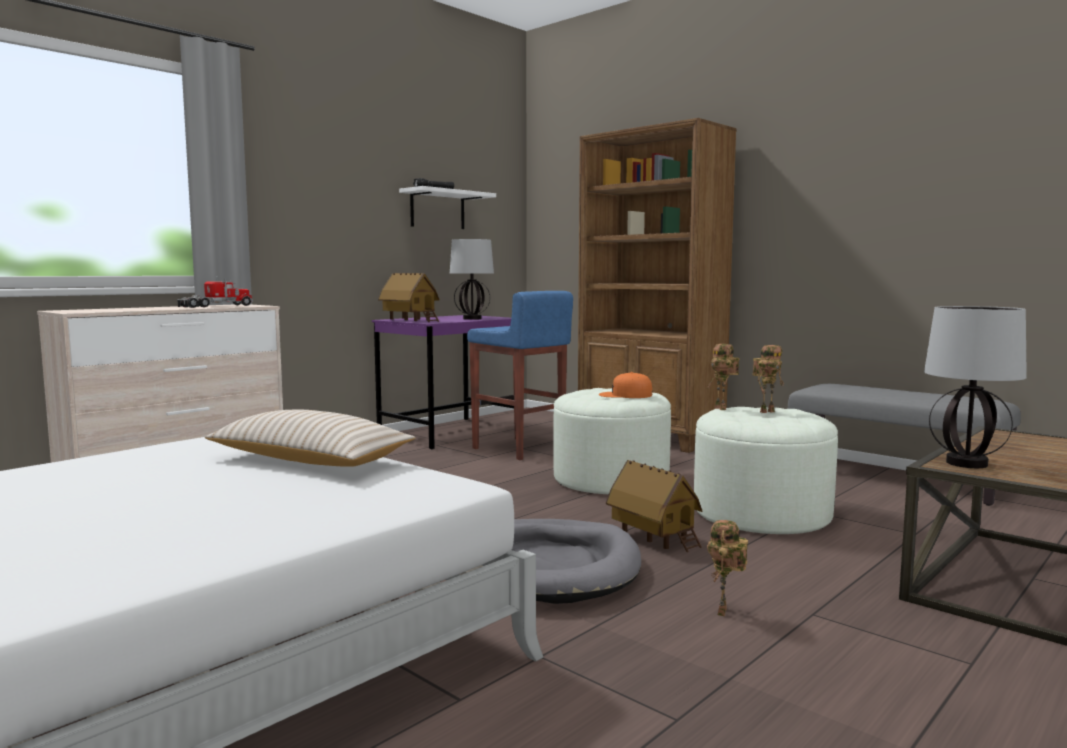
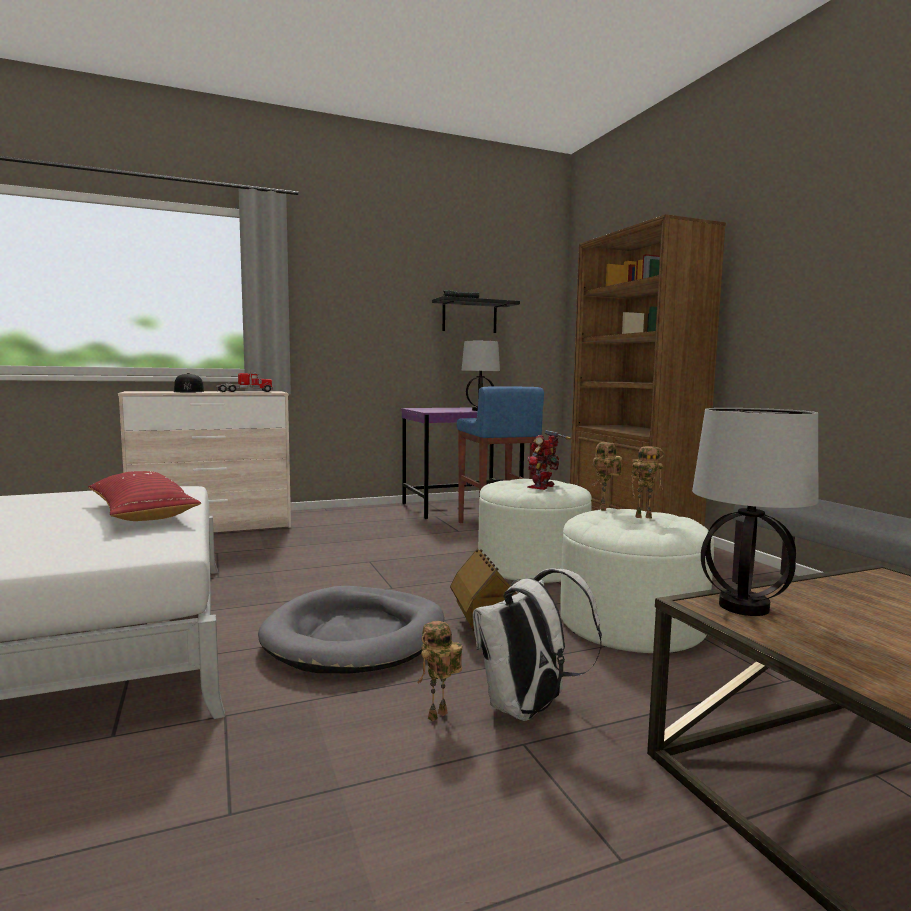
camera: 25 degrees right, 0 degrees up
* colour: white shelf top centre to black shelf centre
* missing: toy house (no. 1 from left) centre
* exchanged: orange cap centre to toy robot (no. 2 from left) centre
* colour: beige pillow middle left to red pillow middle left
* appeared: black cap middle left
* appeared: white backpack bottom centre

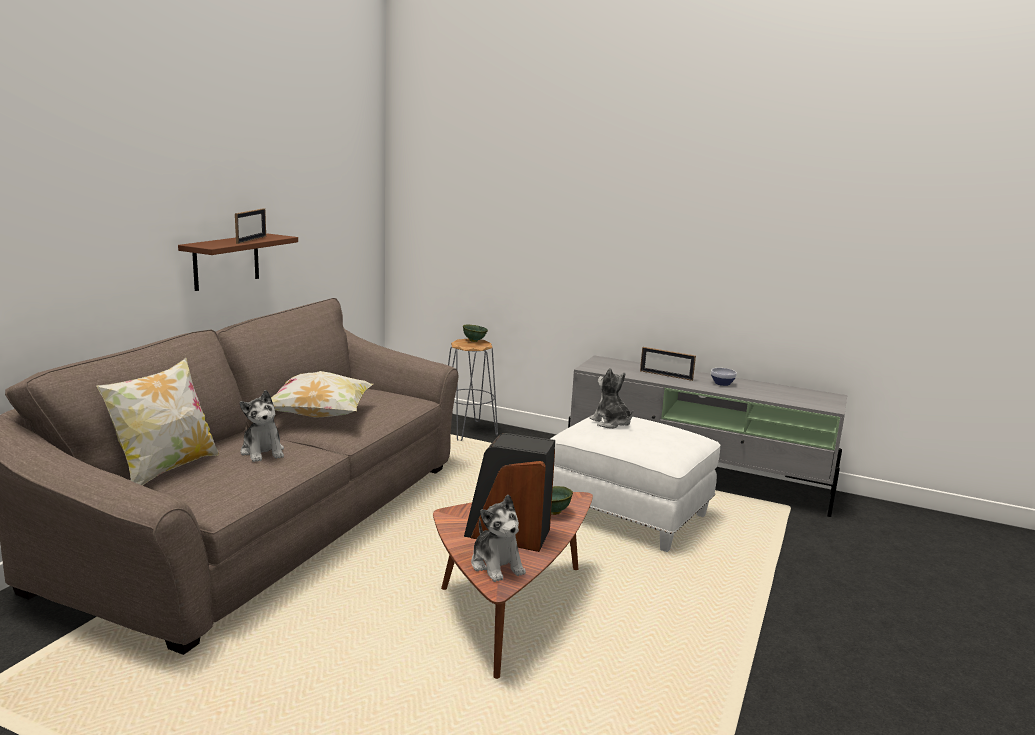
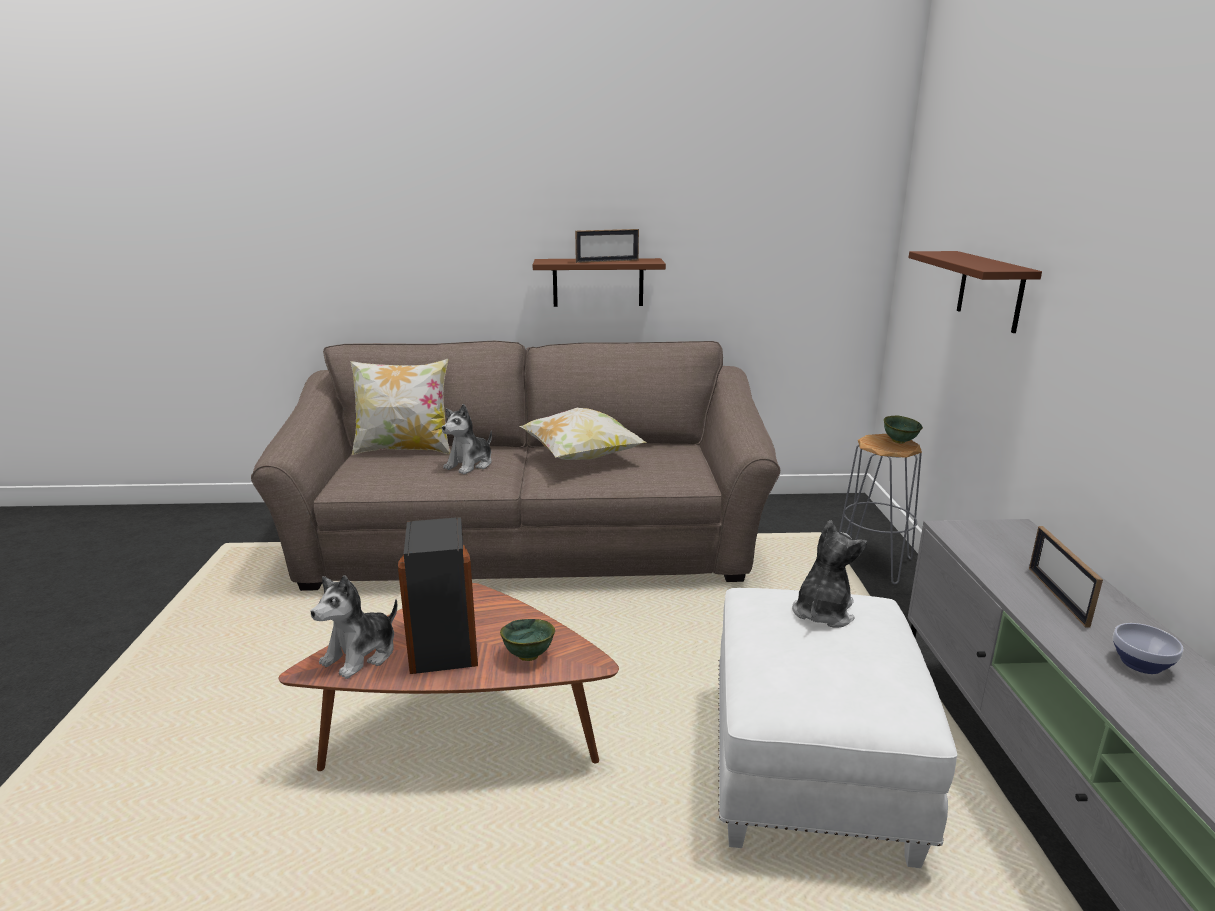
camera: 65 degrees right, 5 degrees up
* appeared: brown shelf (no. 2 from left) top right

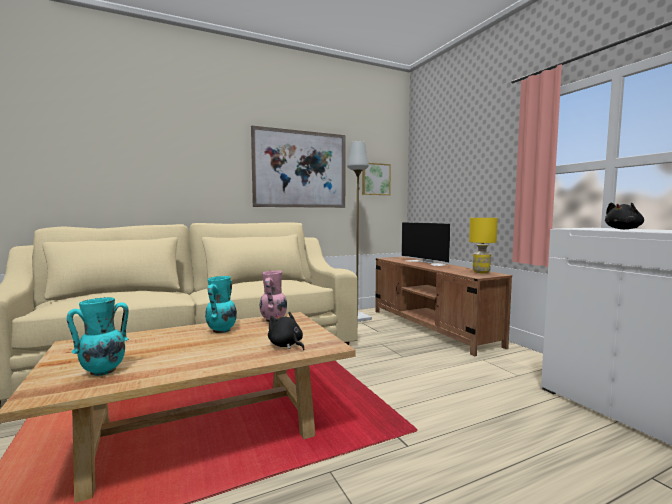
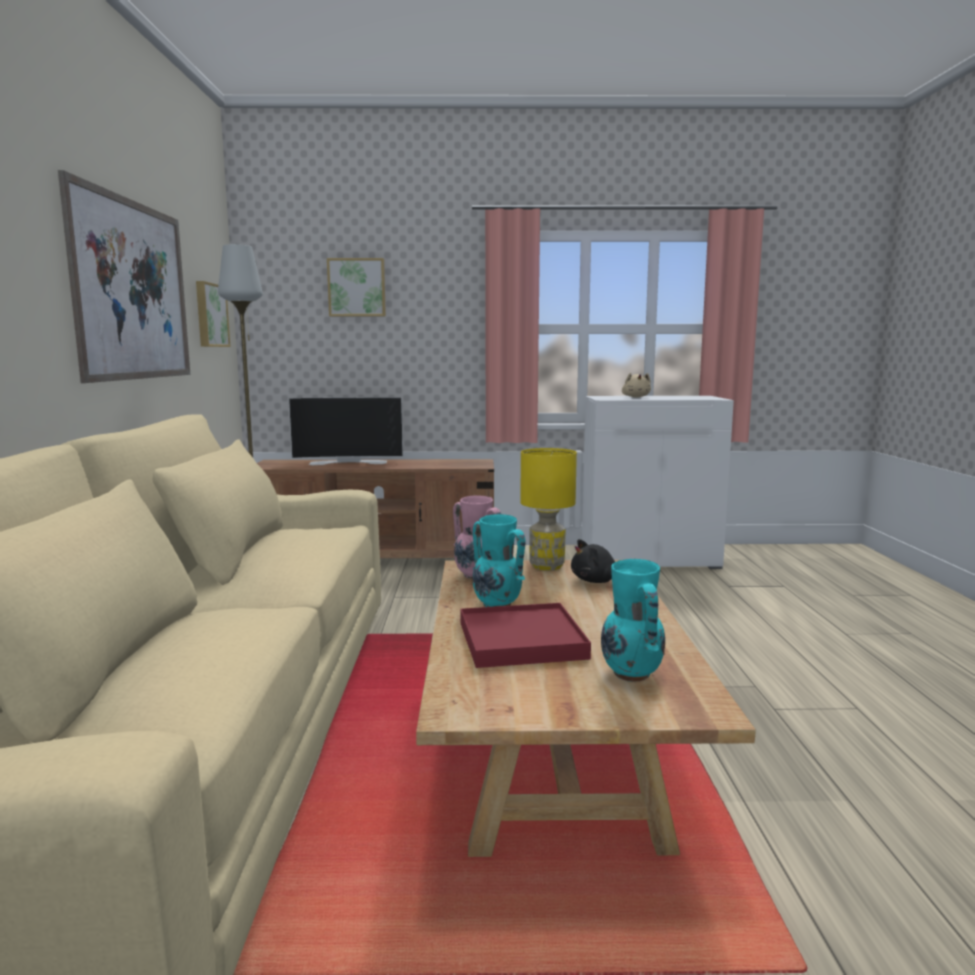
camera: 65 degrees left, 5 degrees up
* colour: black plush toy (no. 2 from left) middle right to beige plush toy centre
* relocated: yellow table lamp middle right to centre
* appeared: picture (no. 3 from left) top centre
* appeared: red tray centre

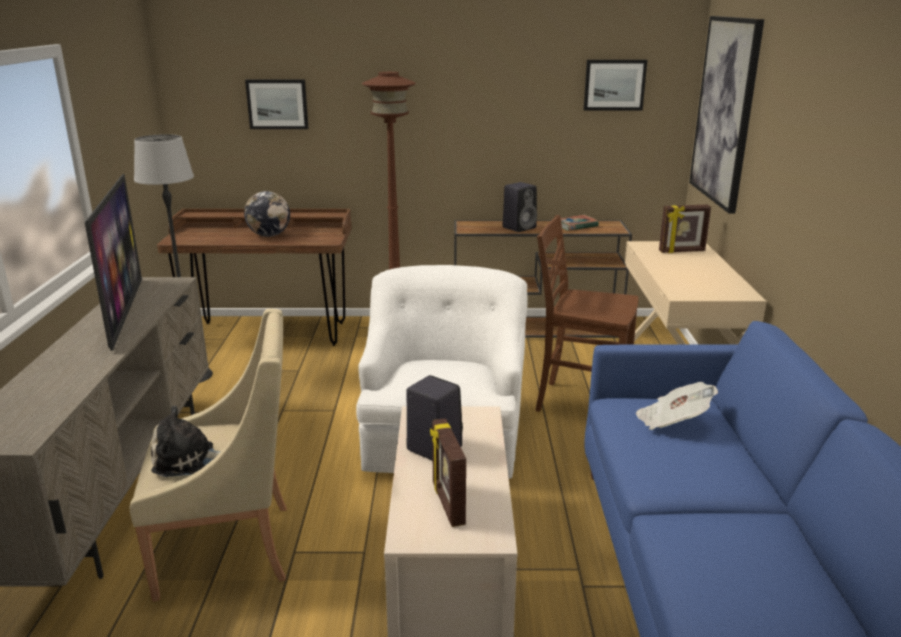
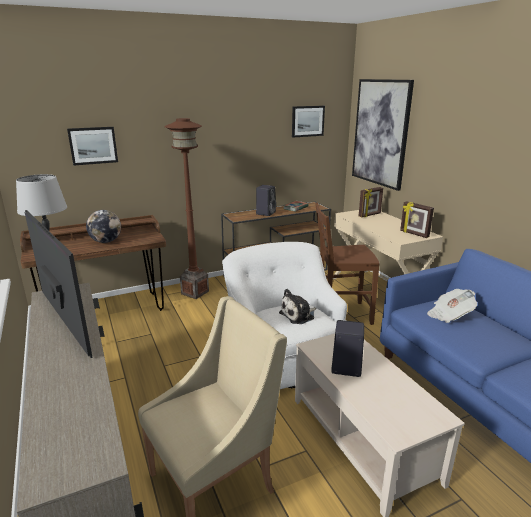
camera: 25 degrees left, 0 degrees up
* relocated: plush toy bottom left to centre
* relocated: picture frame (no. 1 from left in the first image) bottom centre to picture frame (no. 2 from left) middle right

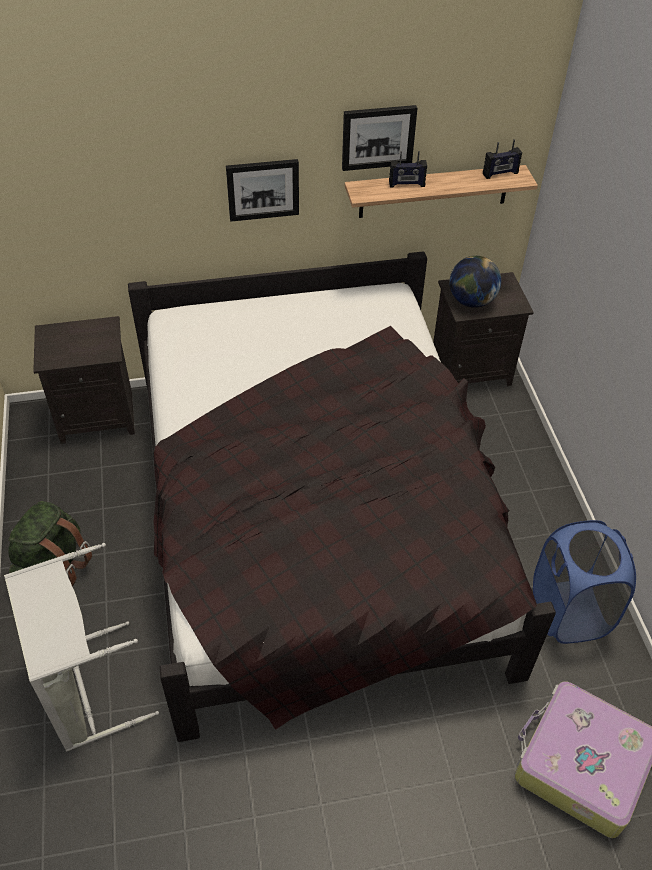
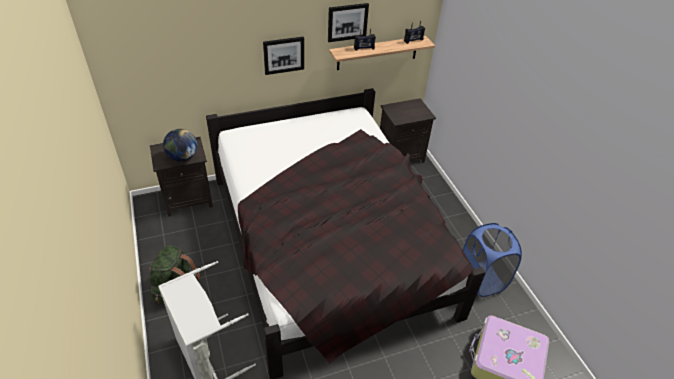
camera: 10 degrees left, 5 degrees down
* relocated: globe top right to middle left

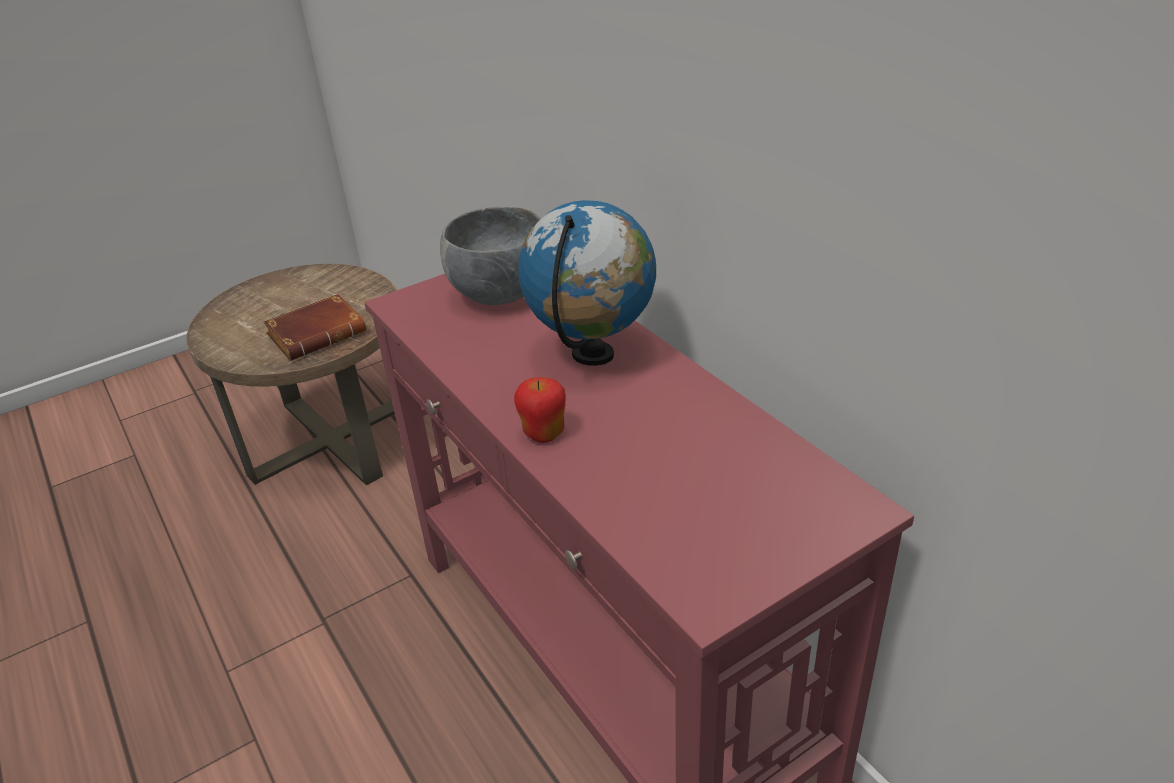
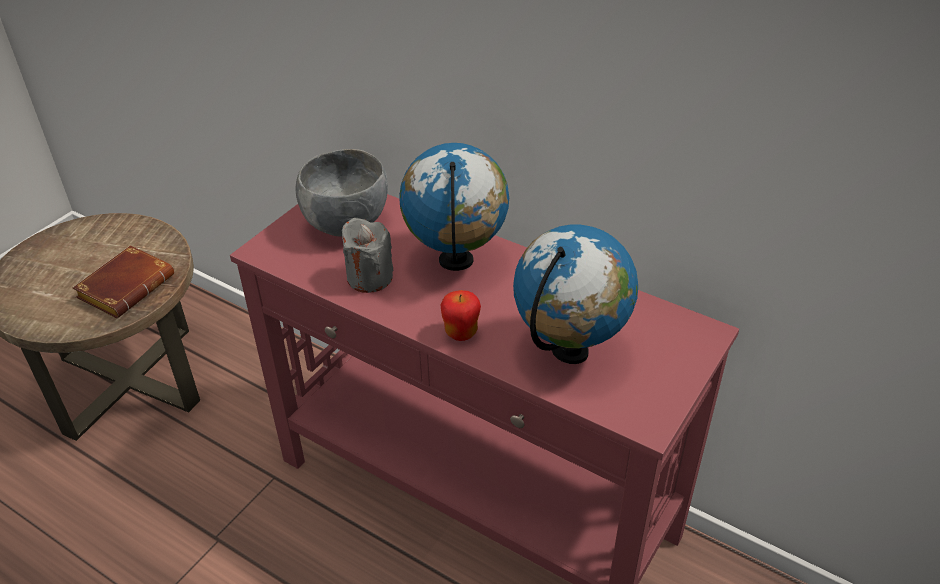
camera: 25 degrees left, 5 degrees up
* appeared: grey candle centre
* appeared: globe (no. 2 from left) centre

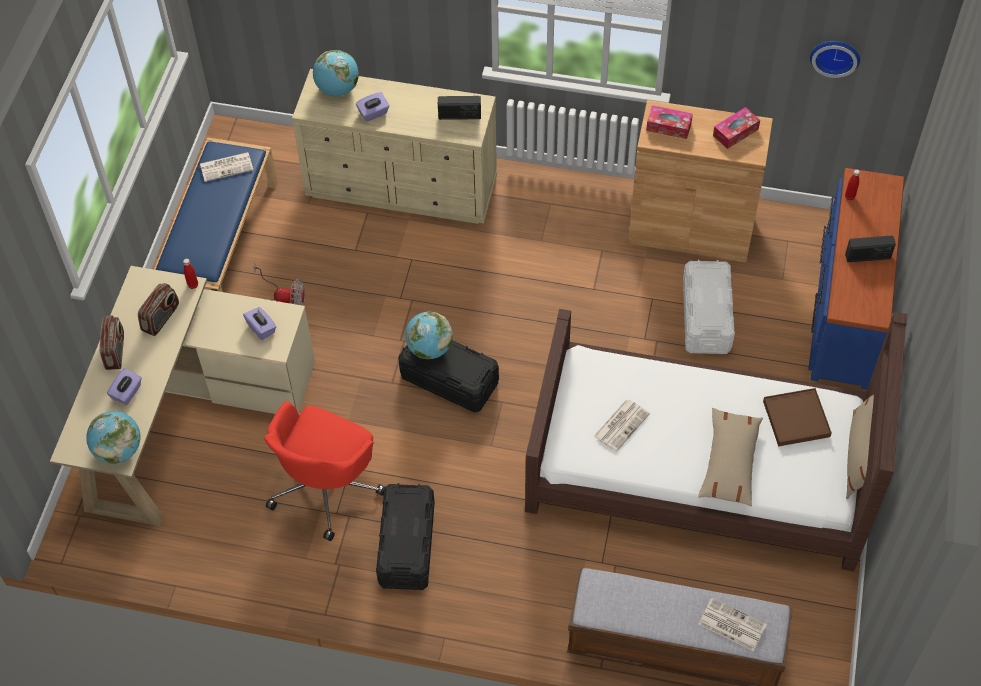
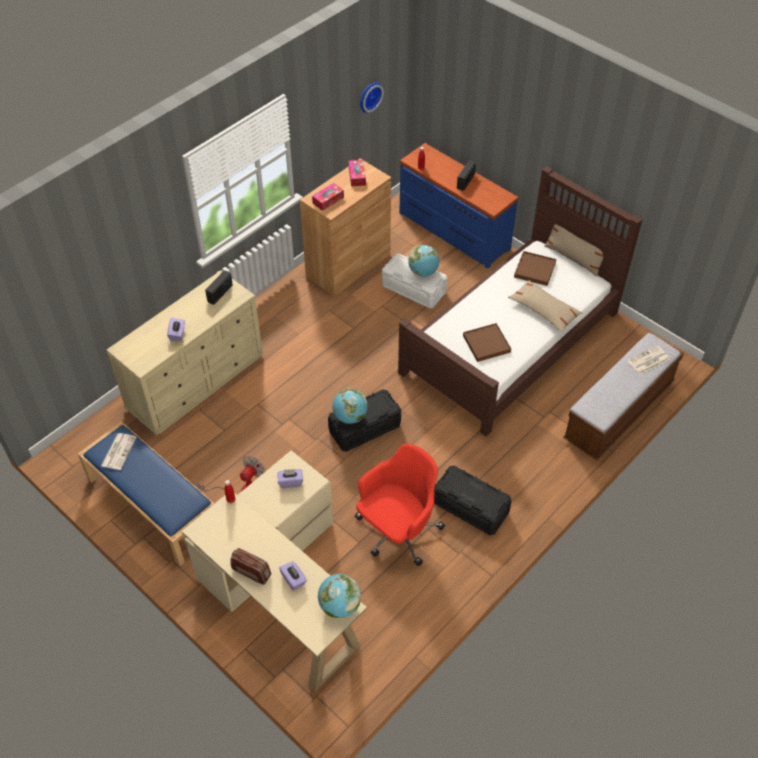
camera: 60 degrees left, 5 degrees down
* relocated: globe (no. 2 from left in the first image) top centre to globe (no. 3 from left) centre
* missing: radio (no. 2 from left) middle left
* exchanged: newspaper (no. 2 from left) centre to brown tray (no. 1 from left) centre
* spun: red office chair bottom left = centre 105 degrees counterclockwise

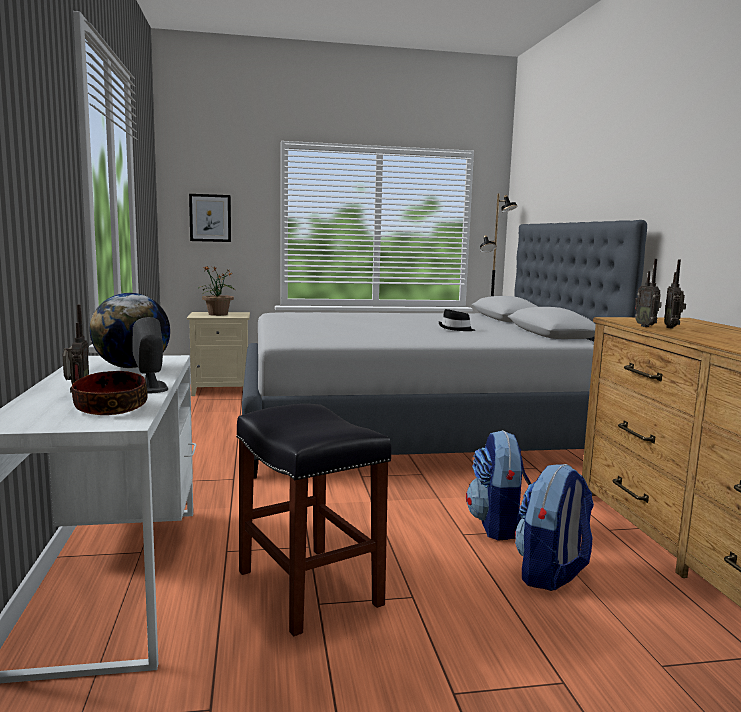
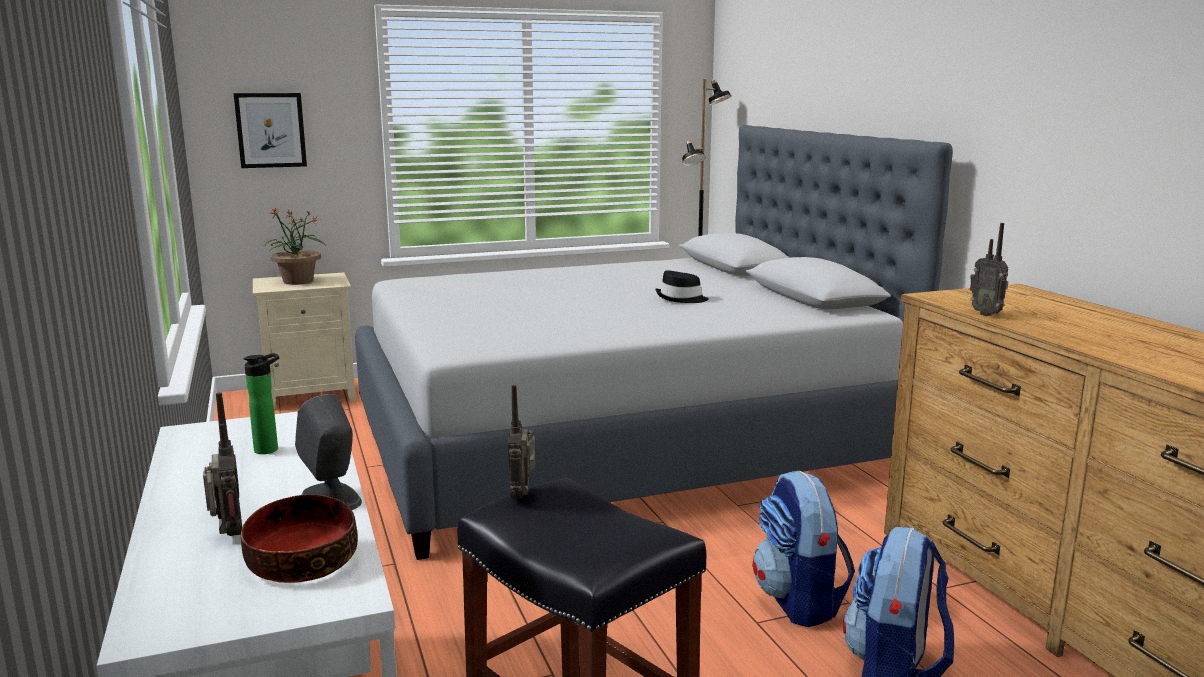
camera: 10 degrees left, 5 degrees up
* relocated: radio (no. 3 from left in the first image) middle right to radio (no. 2 from left) centre
* exchanged: globe middle left to bottle middle left

